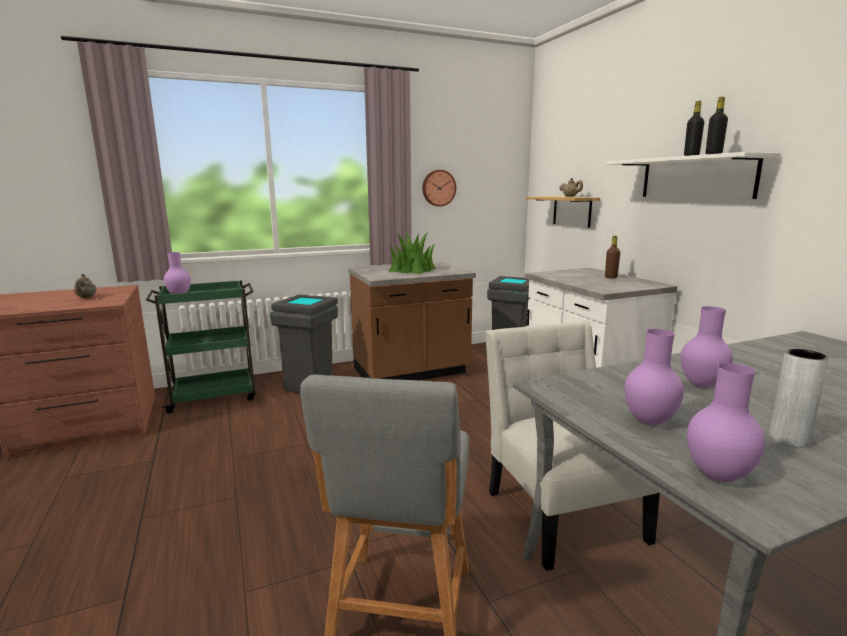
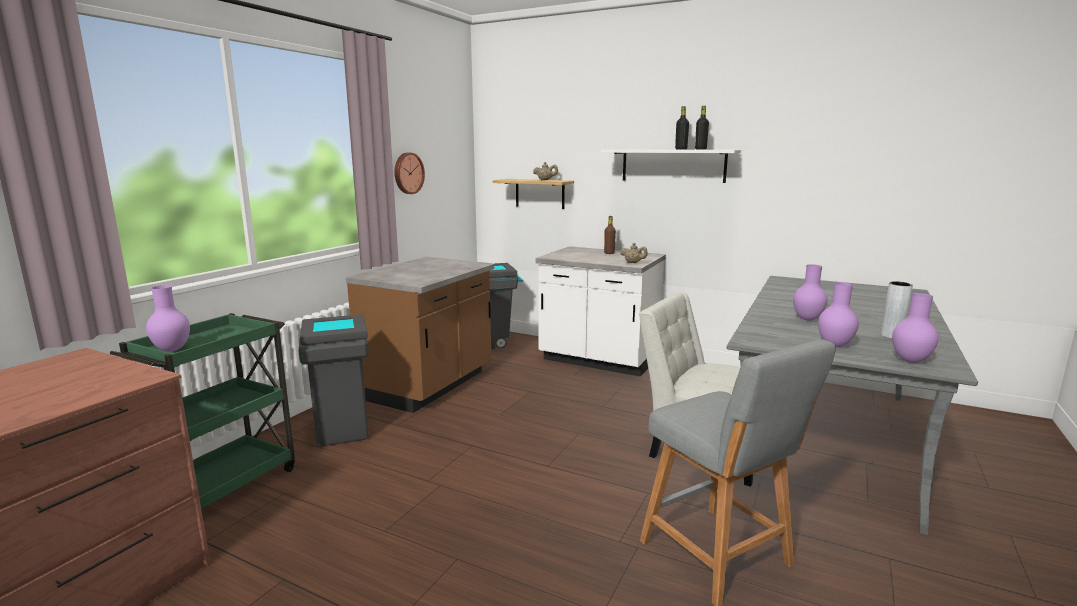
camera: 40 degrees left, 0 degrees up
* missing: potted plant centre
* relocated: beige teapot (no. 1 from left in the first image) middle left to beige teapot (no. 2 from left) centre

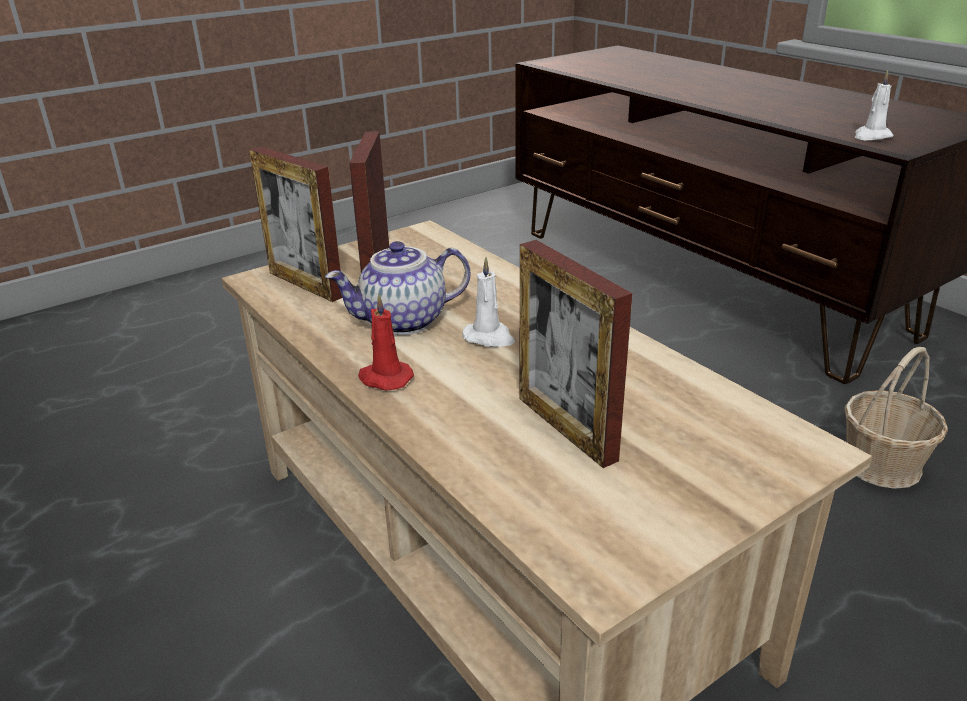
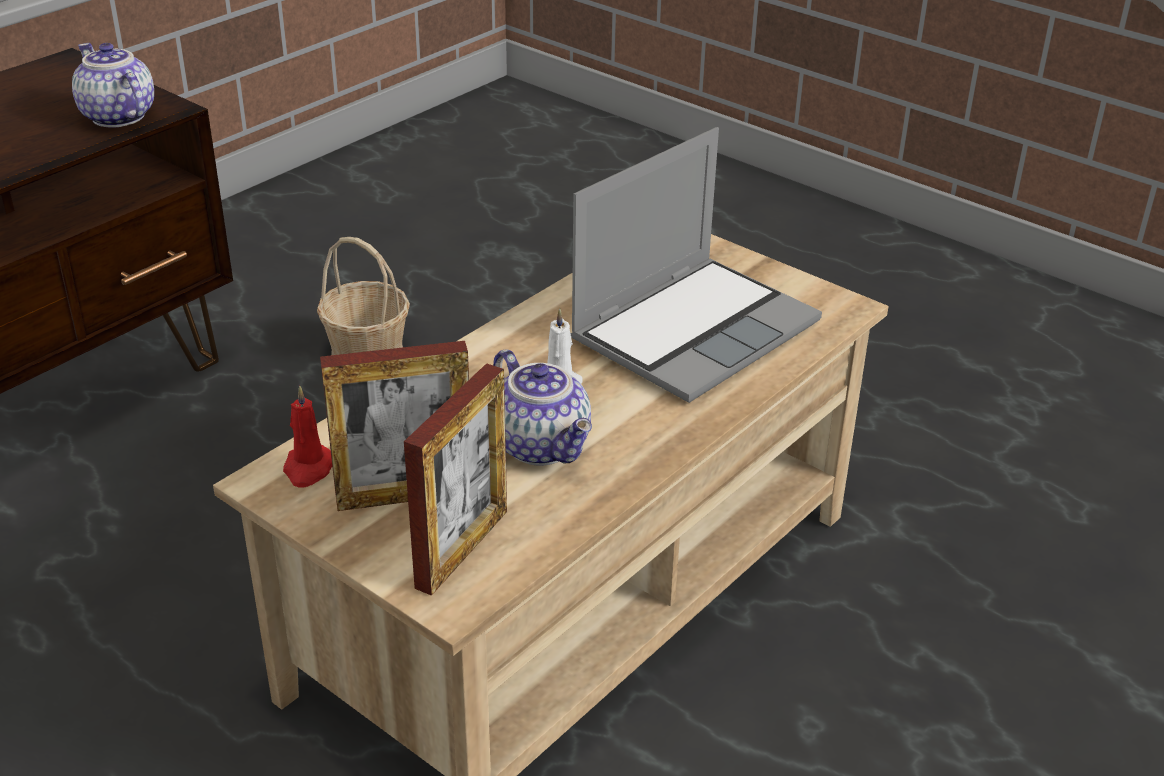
camera: 105 degrees left, 5 degrees up
* exchanged: white candle (no. 2 from left) top right to teapot (no. 1 from left) top left
* exchanged: picture frame (no. 3 from left) centre to laptop centre
* relocated: red candle centre to middle left

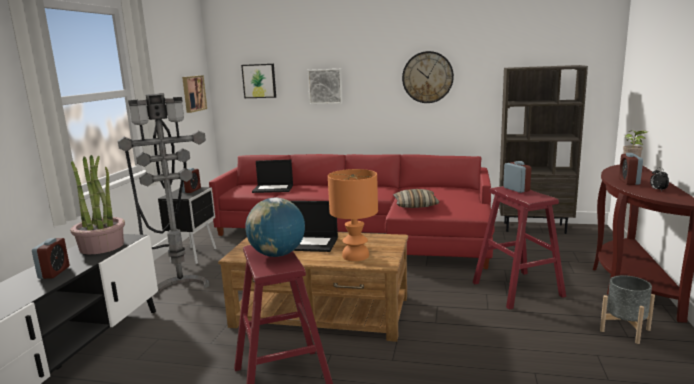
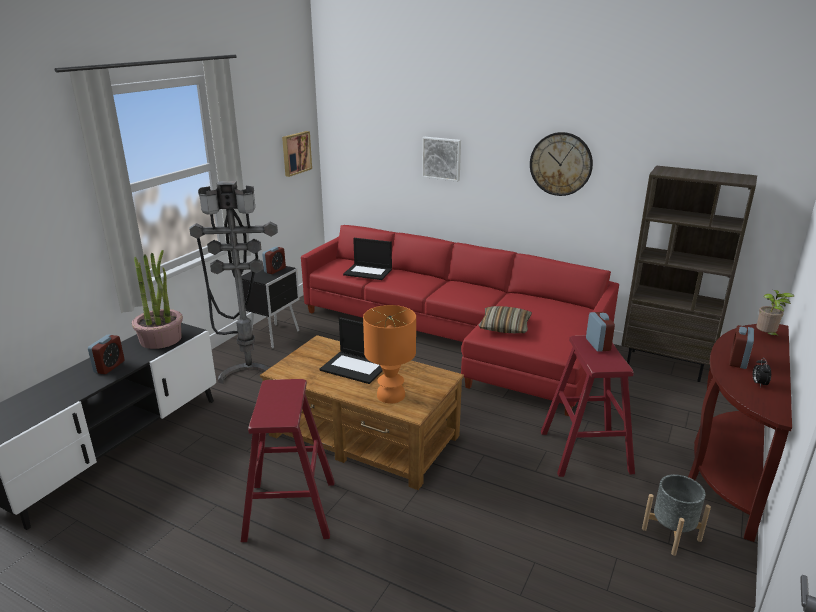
camera: 15 degrees right, 10 degrees up
* missing: picture (no. 2 from left) top centre
* missing: globe centre

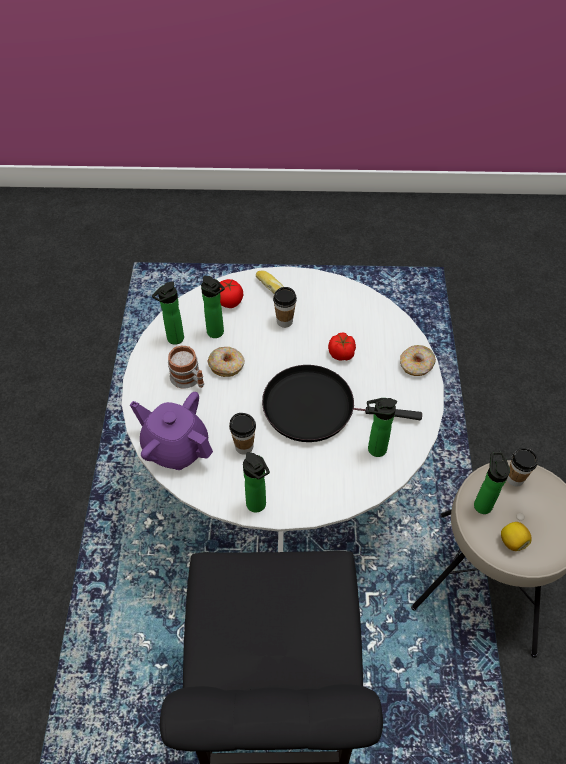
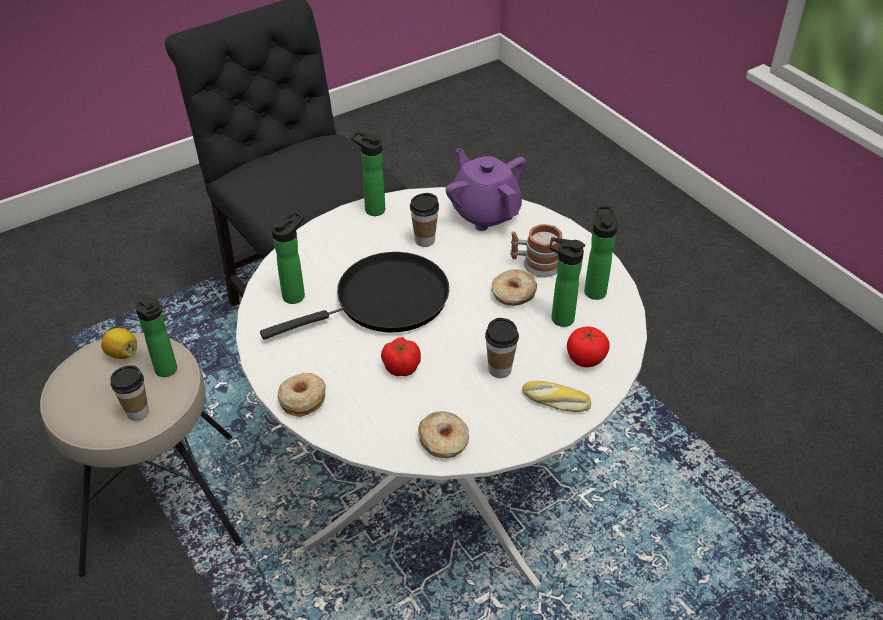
camera: 145 degrees right, 10 degrees down
* spun: purple teapot middle left = top centre 120 degrees counterclockwise
* appeared: donut (no. 2 from left) bottom centre

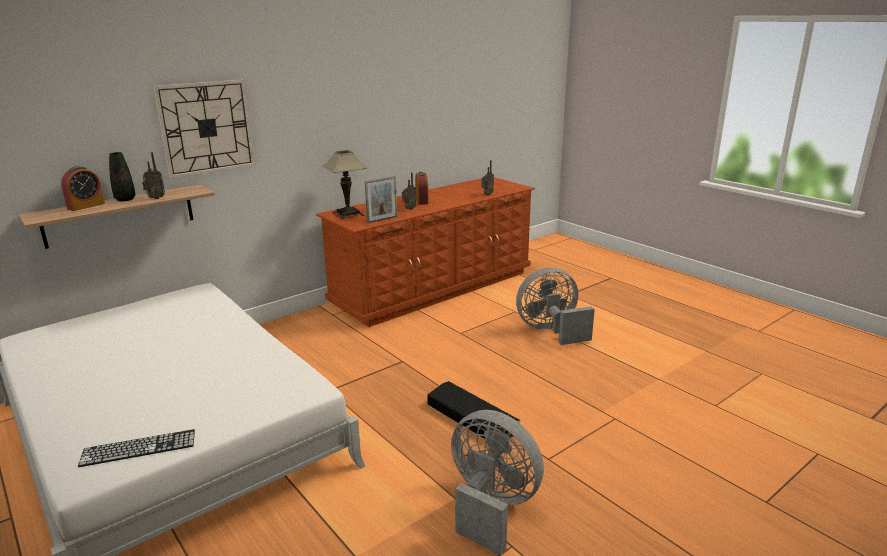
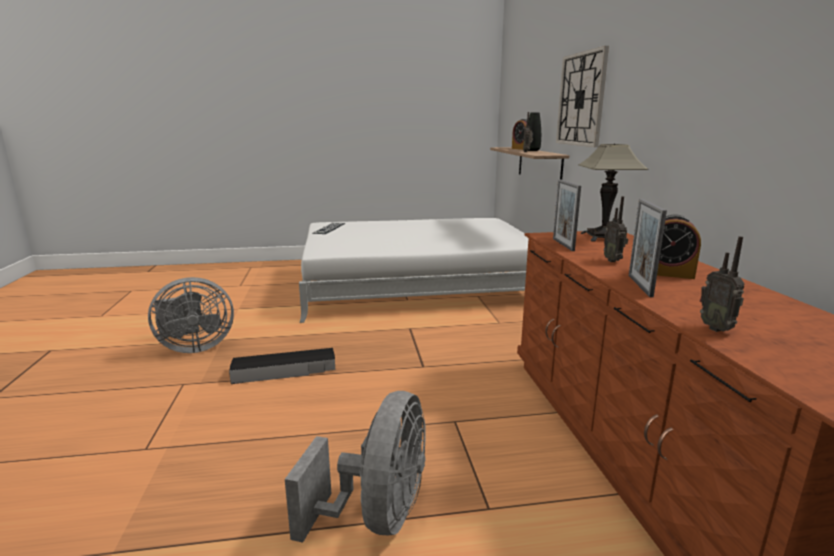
camera: 120 degrees right, 5 degrees down
* appeared: picture frame (no. 2 from left) middle right

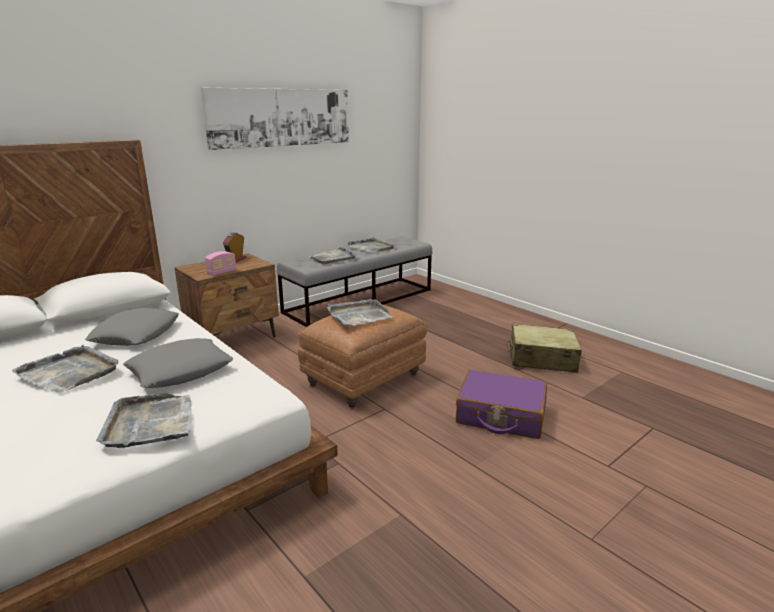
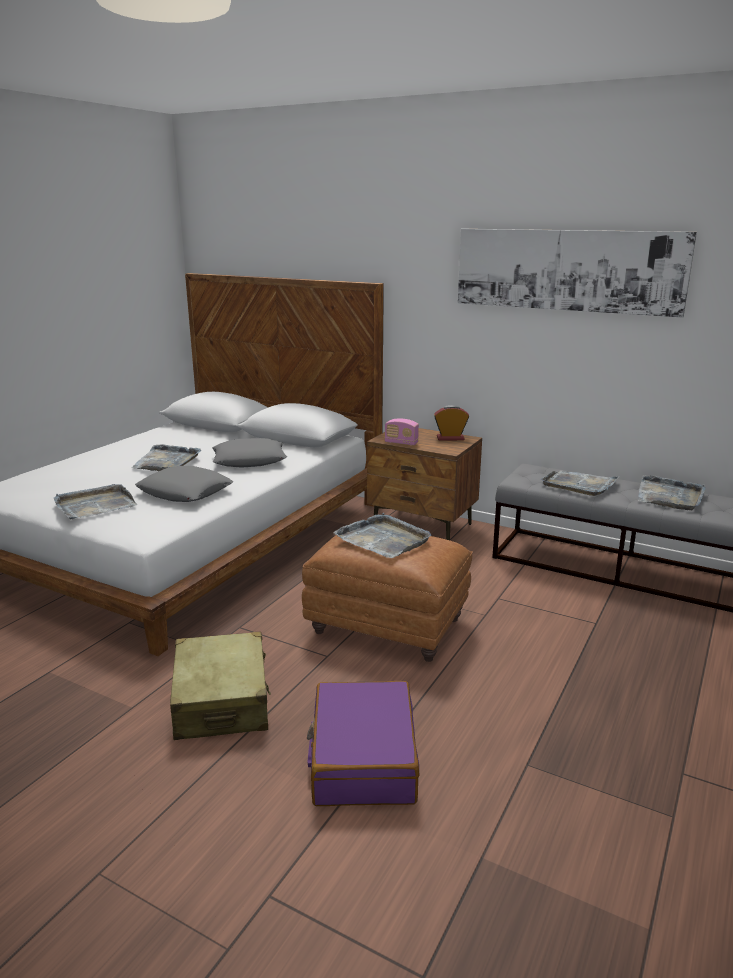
camera: 70 degrees right, 0 degrees up
* relocated: beige suitcase middle right to bottom left

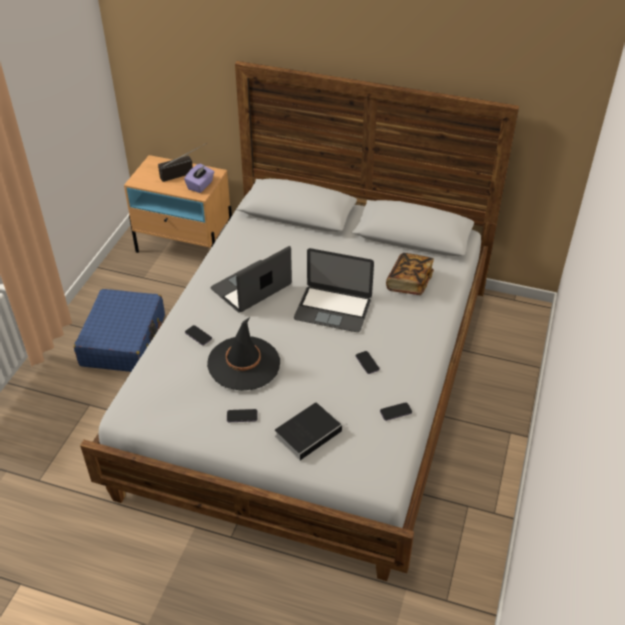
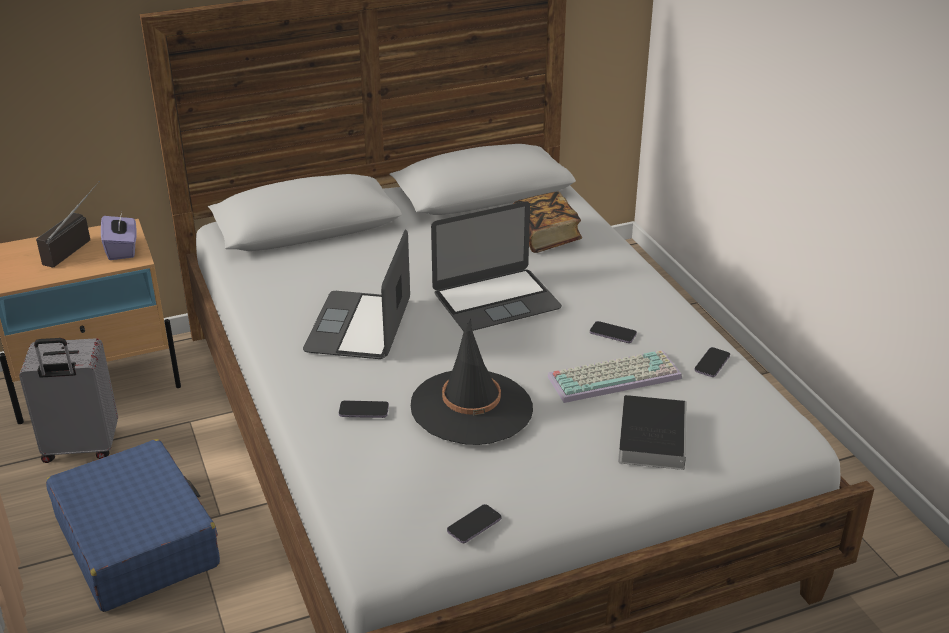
camera: 40 degrees left, 10 degrees down
* relocated: phone (no. 2 from left) centre to bottom centre
* appeared: grey suitcase middle left
* appeared: keyboard centre

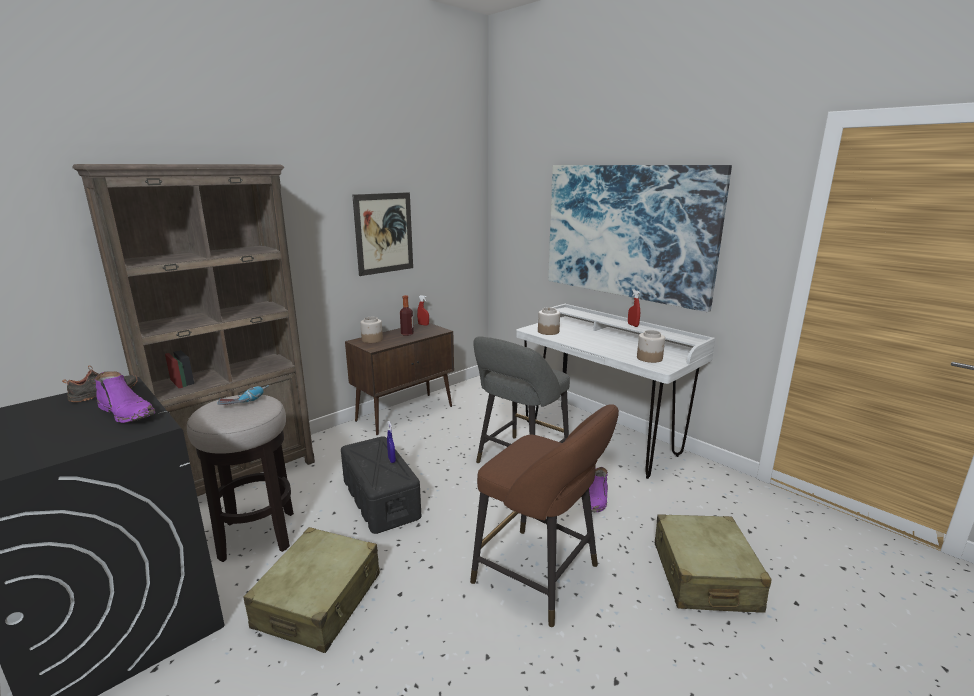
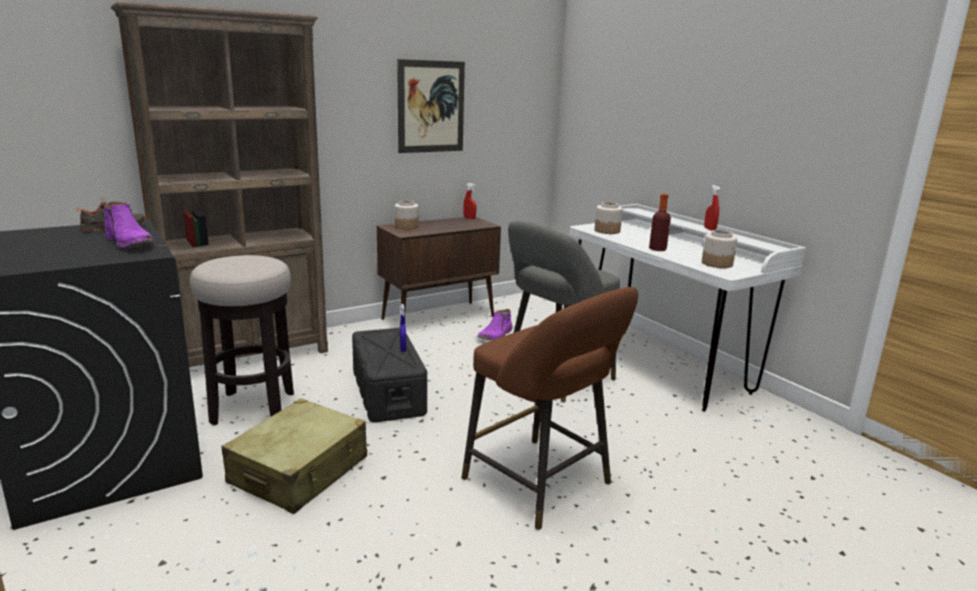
camera: 10 degrees right, 0 degrees up
* missing: picture (no. 2 from left) centre
* relocated: bottle centre to middle right
* missing: power drill middle left
* relocated: purple boot (no. 2 from left) bottom centre to centre
* missing: beige suitcase (no. 2 from left) bottom right

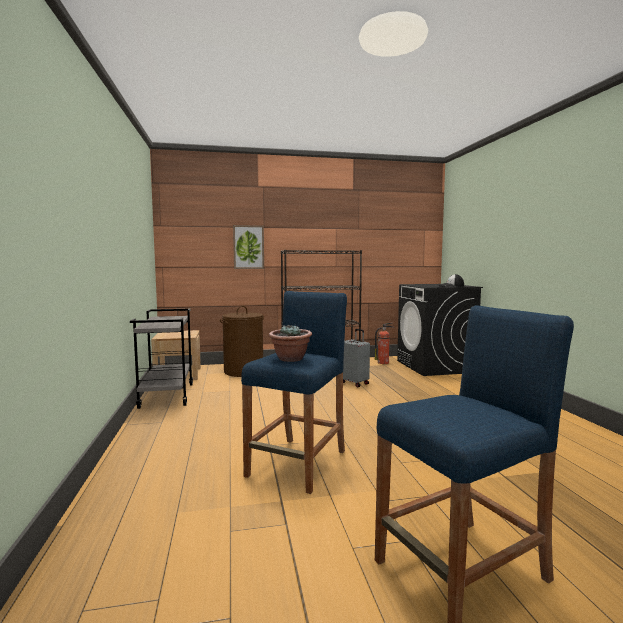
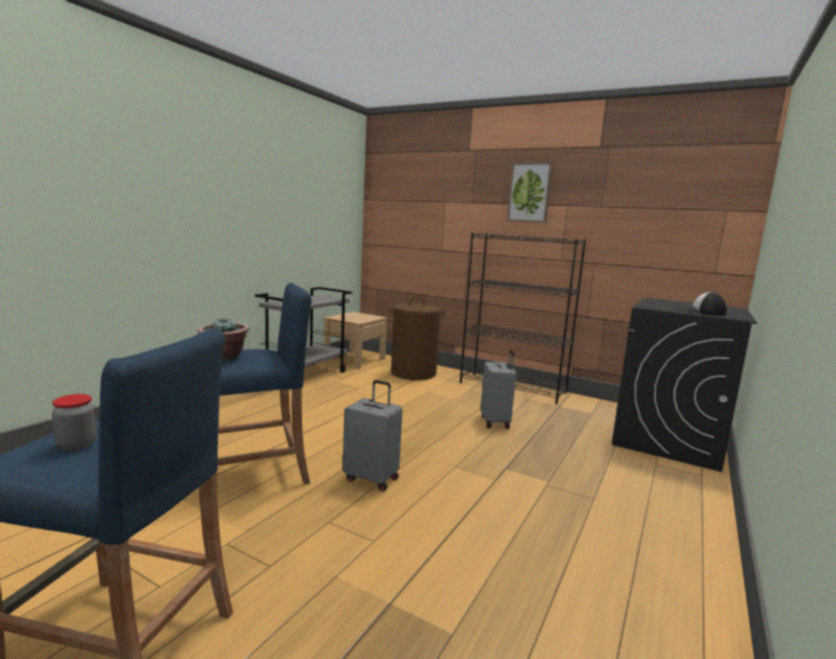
camera: 40 degrees right, 5 degrees up
* relocated: picture centre to top centre
* missing: fire extinguisher centre
* appeared: grey suitcase (no. 1 from left) centre
* appeared: jar middle left

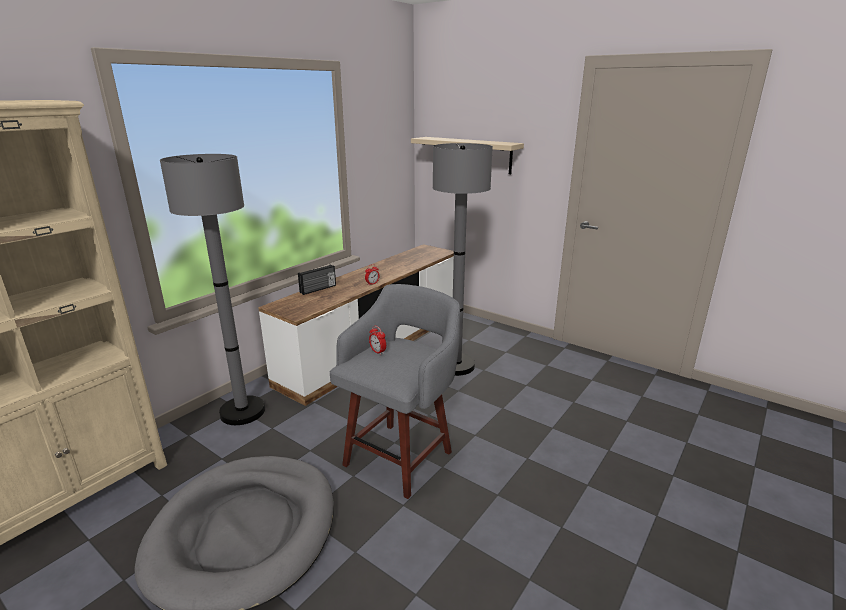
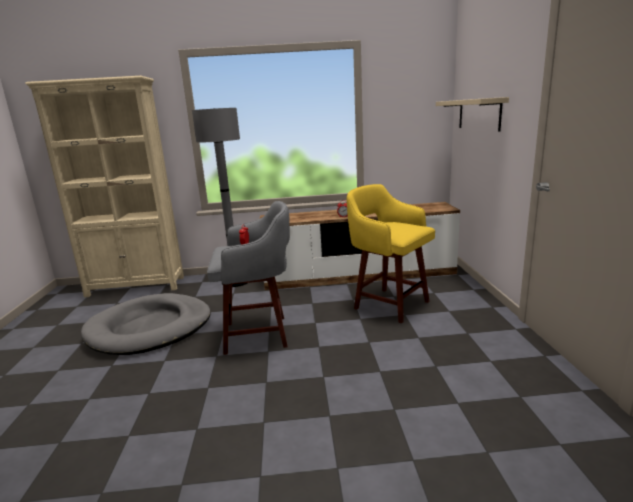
camera: 50 degrees right, 5 degrees down
* exchanged: grey floor lamp (no. 2 from left) centre to yellow stool centre
* missing: radio centre

